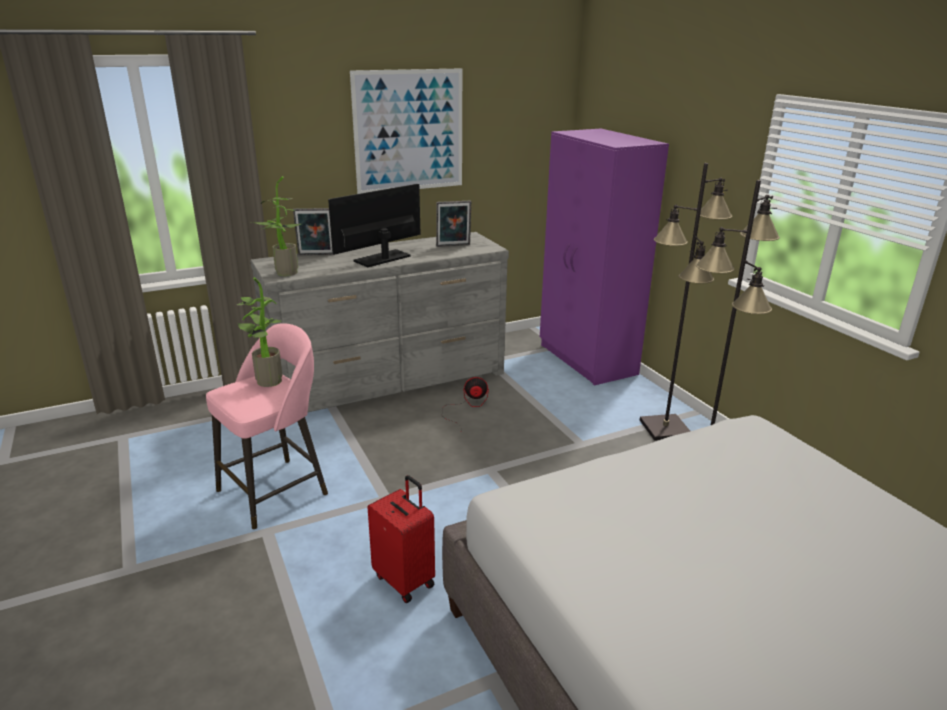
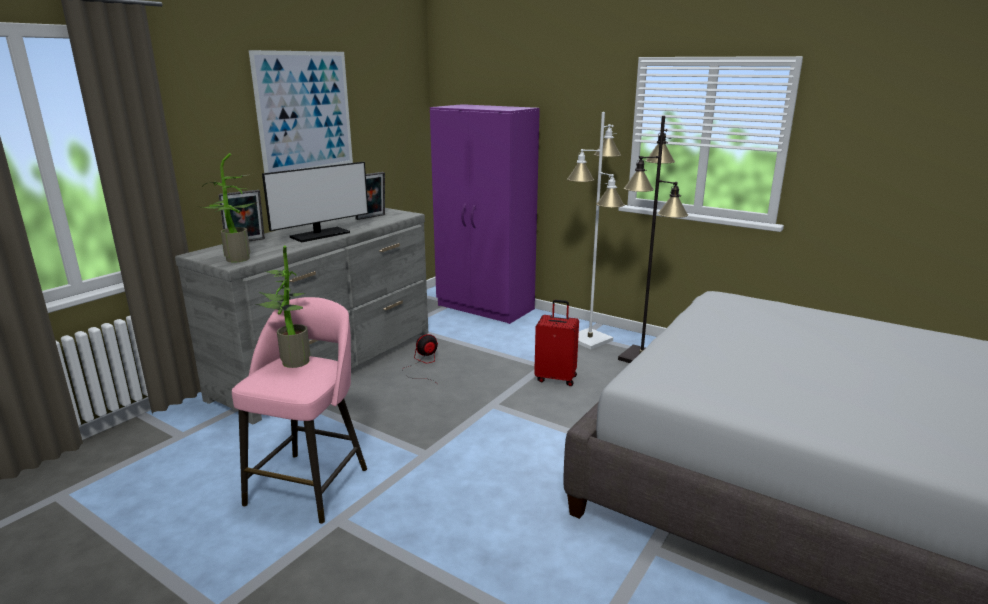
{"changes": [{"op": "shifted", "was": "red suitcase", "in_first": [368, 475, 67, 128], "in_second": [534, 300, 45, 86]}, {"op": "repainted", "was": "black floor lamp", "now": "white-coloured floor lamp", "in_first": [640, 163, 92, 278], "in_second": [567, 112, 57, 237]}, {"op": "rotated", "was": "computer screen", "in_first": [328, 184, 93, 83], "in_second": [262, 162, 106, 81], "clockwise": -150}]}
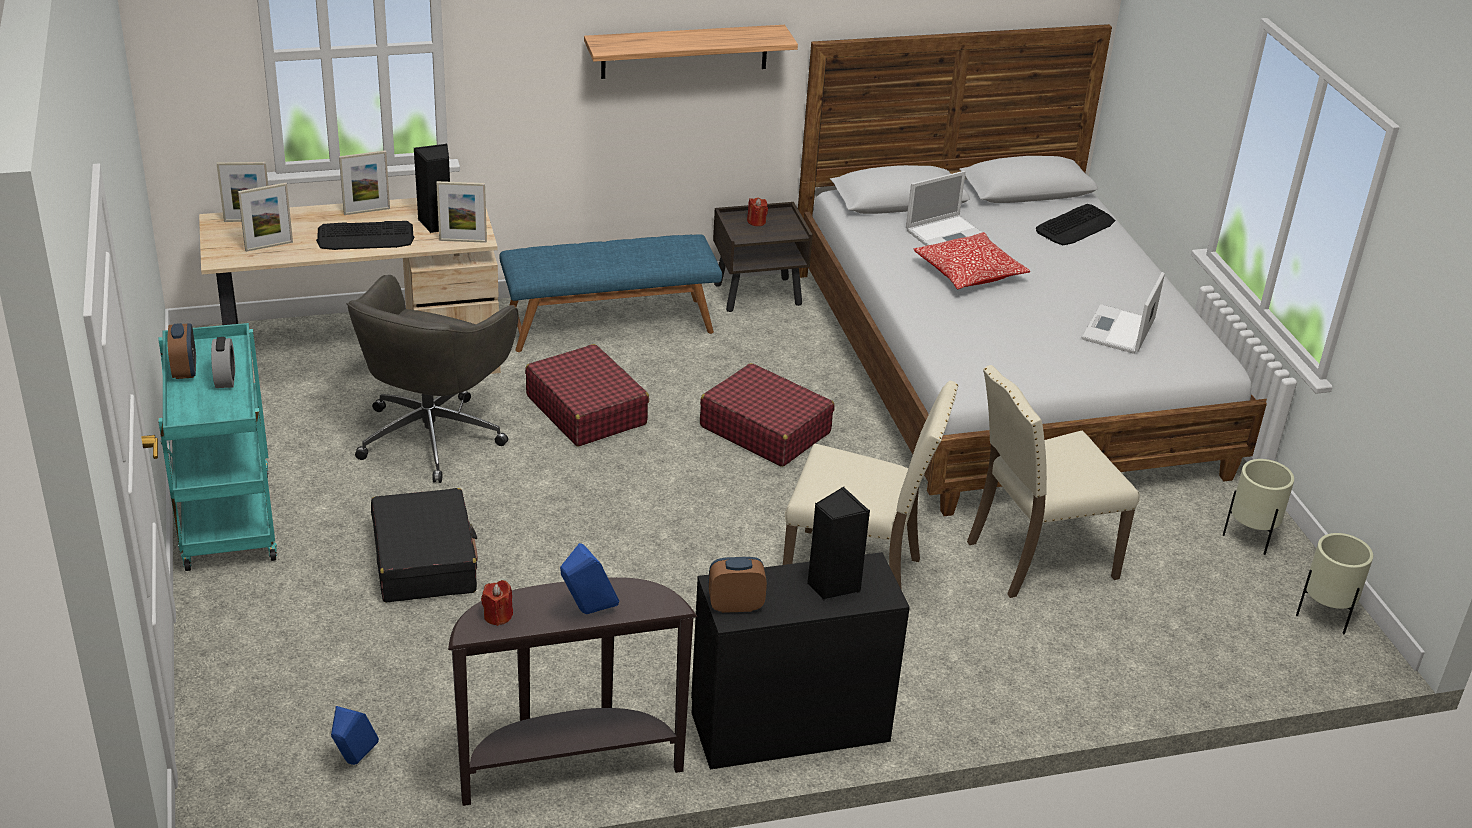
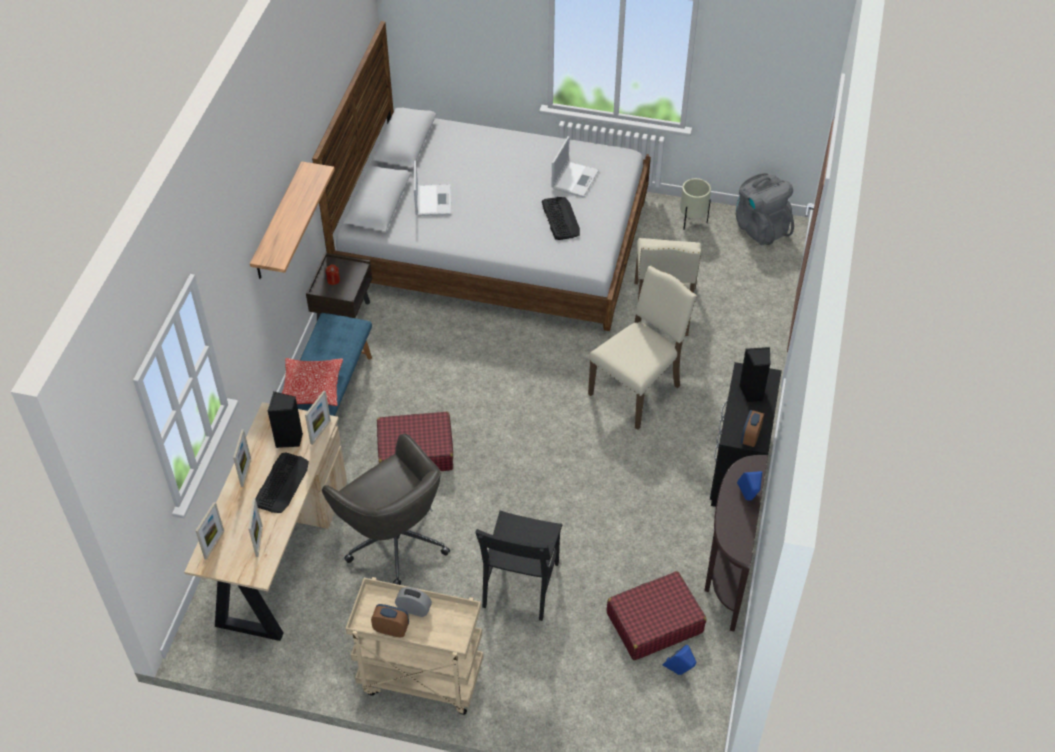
{"changes": [{"op": "gone", "was": "red candle", "in_first": [481, 580, 32, 46]}, {"op": "shifted", "was": "red suitcase", "in_first": [700, 363, 135, 104], "in_second": [607, 571, 99, 89]}, {"op": "shifted", "was": "throw pillow", "in_first": [914, 232, 116, 57], "in_second": [282, 358, 61, 48]}, {"op": "shifted", "was": "PC keyboard", "in_first": [1036, 204, 79, 41], "in_second": [542, 197, 38, 43]}, {"op": "swapped", "was": "black suitcase", "now": "black upright chair", "in_first": [371, 488, 107, 114], "in_second": [475, 510, 87, 111]}, {"op": "swapped", "was": "sand-coloured planter", "now": "greyish knapsack", "in_first": [1296, 533, 77, 102], "in_second": [736, 173, 58, 72]}, {"op": "repainted", "was": "turquoise-coloured trolley", "now": "sand-coloured trolley", "in_first": [158, 323, 119, 248], "in_second": [345, 577, 138, 138]}, {"op": "rotated", "was": "laptop", "in_first": [1082, 272, 83, 82], "in_second": [551, 136, 48, 61], "clockwise": -120}]}
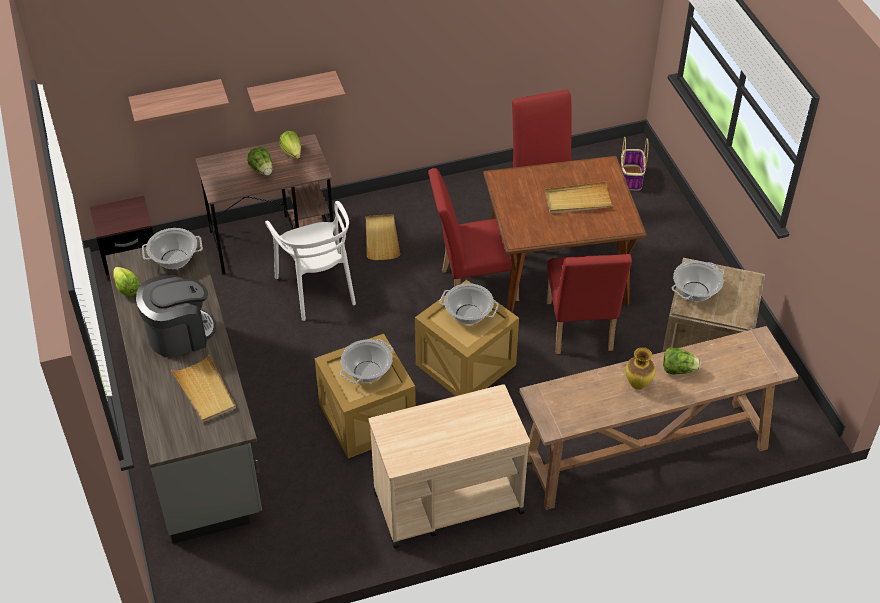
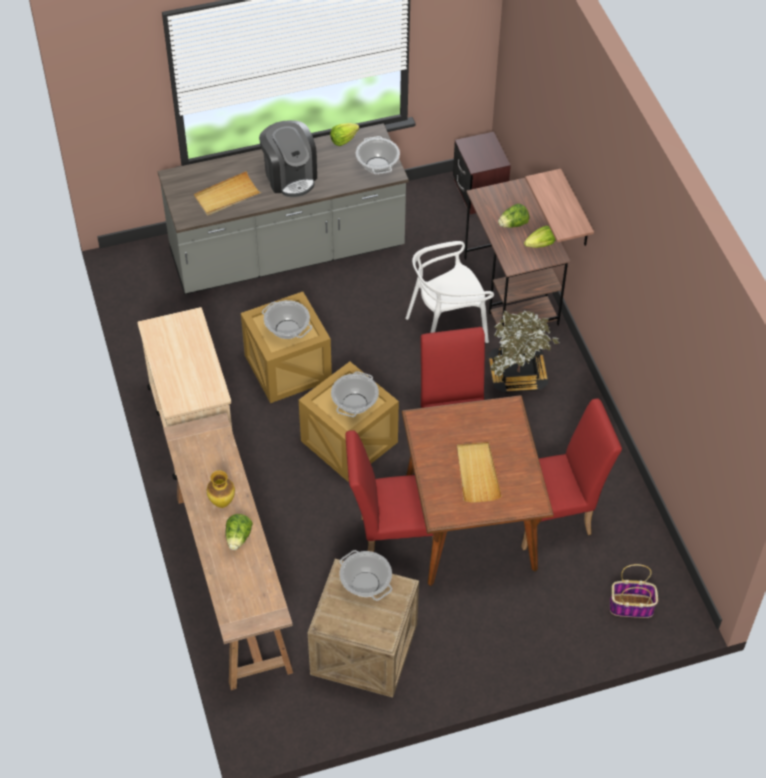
{"changes": [{"op": "gone", "was": "wall shelf", "in_first": [128, 79, 101, 45]}, {"op": "swapped", "was": "sand-coloured serving tray", "now": "potted plant", "in_first": [366, 214, 34, 46], "in_second": [488, 310, 71, 83]}]}
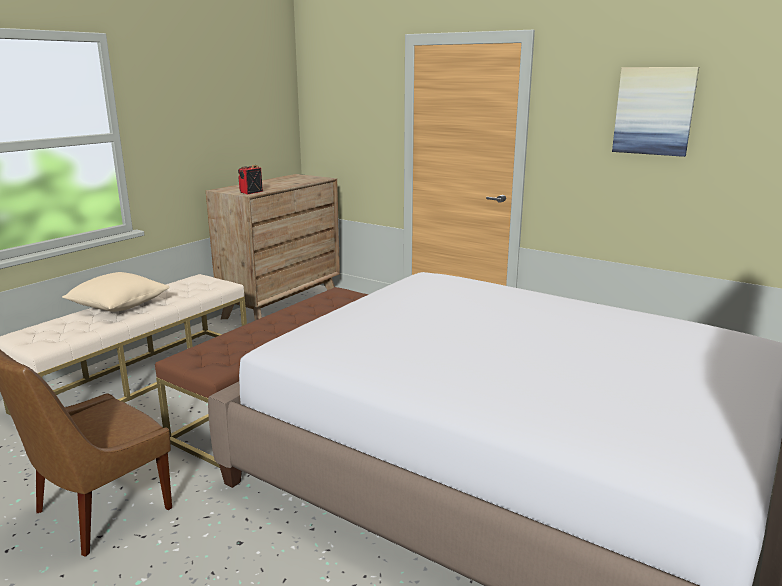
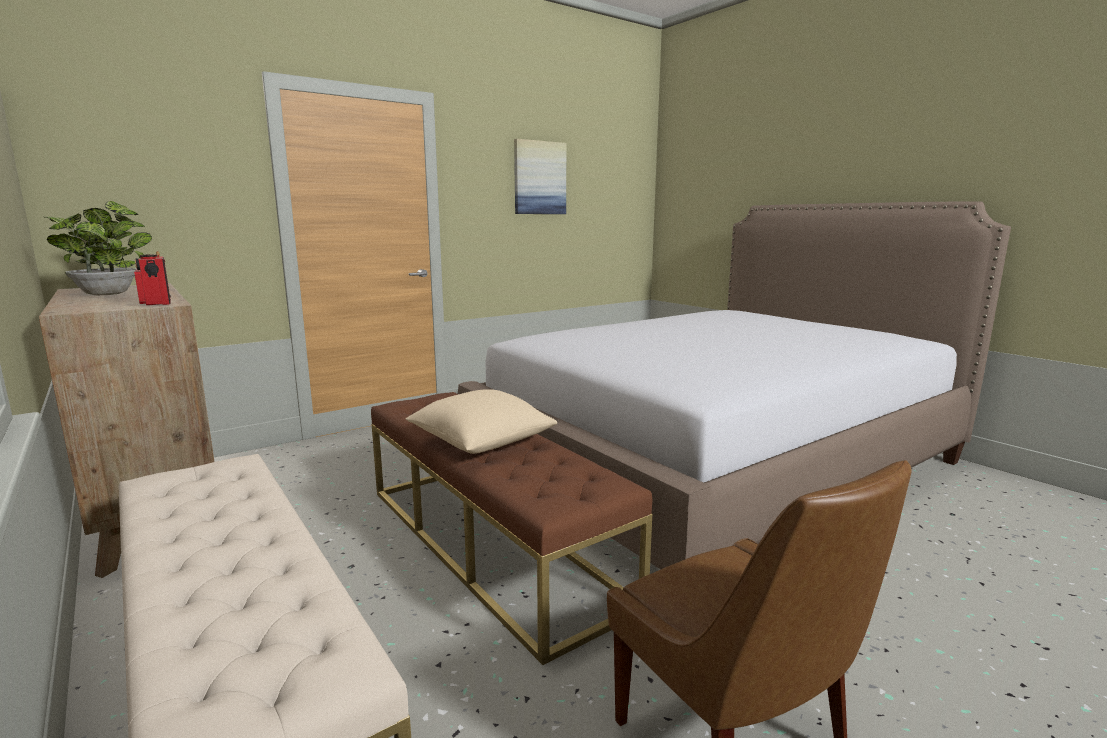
{"changes": [{"op": "new", "now": "potted plant", "in_second": [45, 201, 107, 94]}, {"op": "shifted", "was": "sand-coloured throw pillow", "in_first": [62, 272, 107, 40], "in_second": [406, 389, 151, 65]}]}
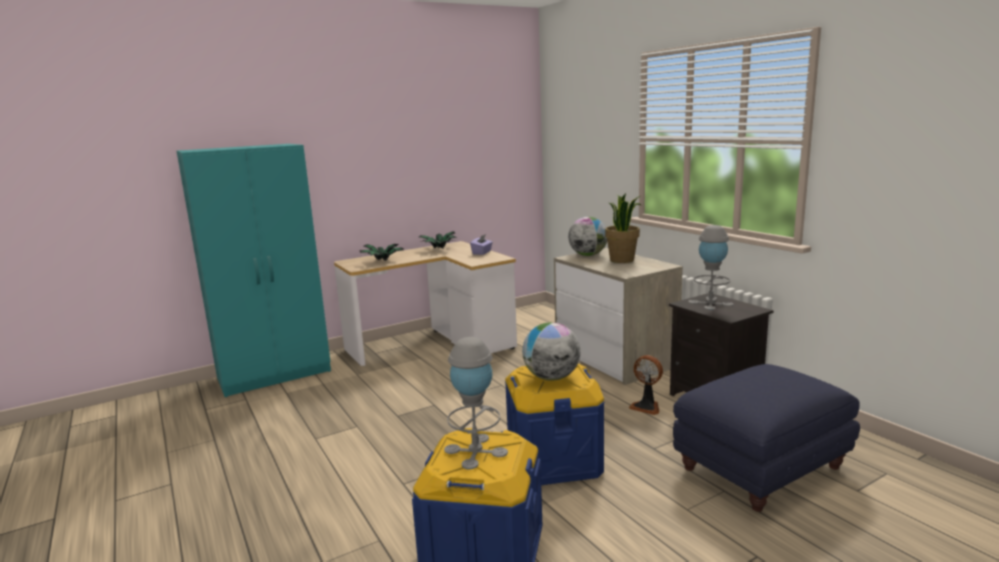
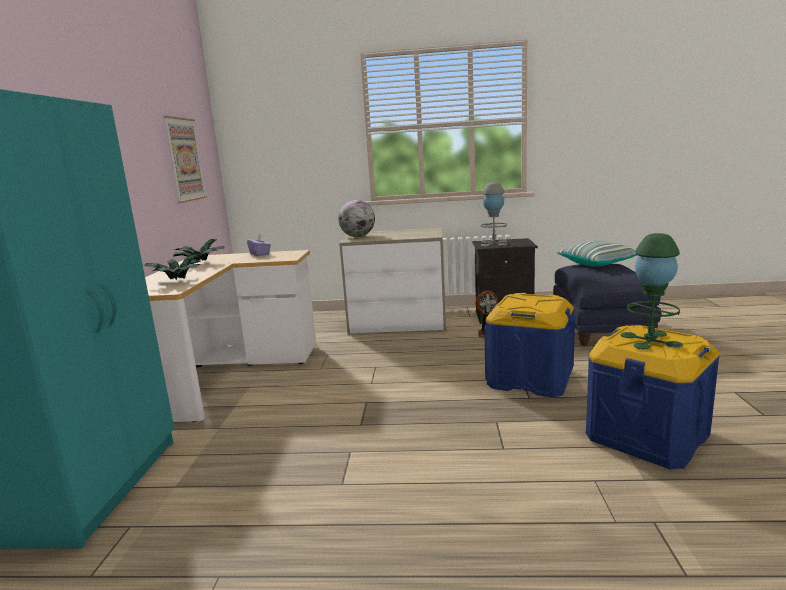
{"changes": [{"op": "gone", "was": "world globe", "in_first": [522, 322, 58, 59]}, {"op": "gone", "was": "potted plant", "in_first": [605, 193, 36, 70]}, {"op": "new", "now": "picture", "in_second": [163, 116, 44, 87]}, {"op": "new", "now": "throw pillow", "in_second": [557, 241, 80, 26]}, {"op": "repainted", "was": "greyish lamp for a table", "now": "greenish lamp for a table", "in_first": [444, 337, 64, 132], "in_second": [621, 233, 62, 116]}]}
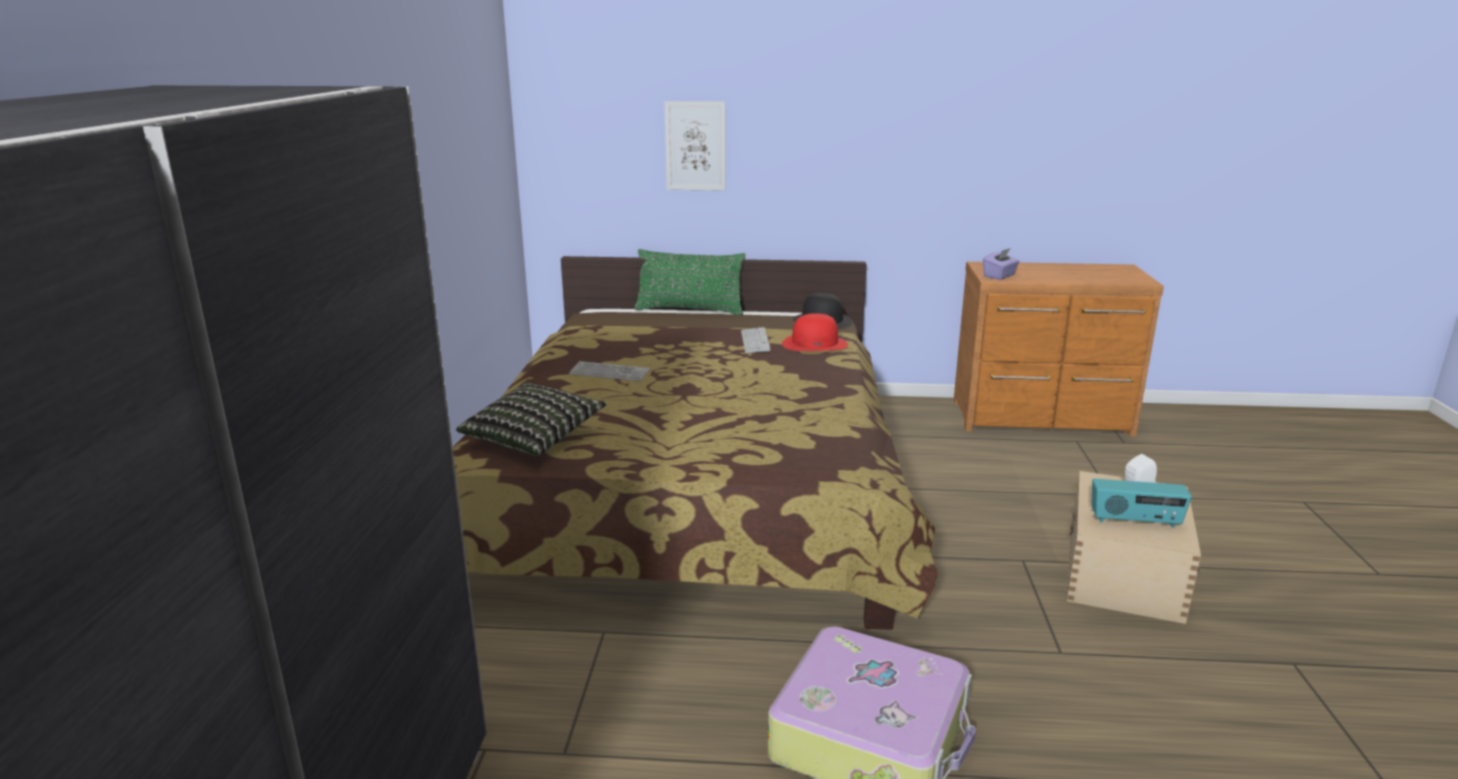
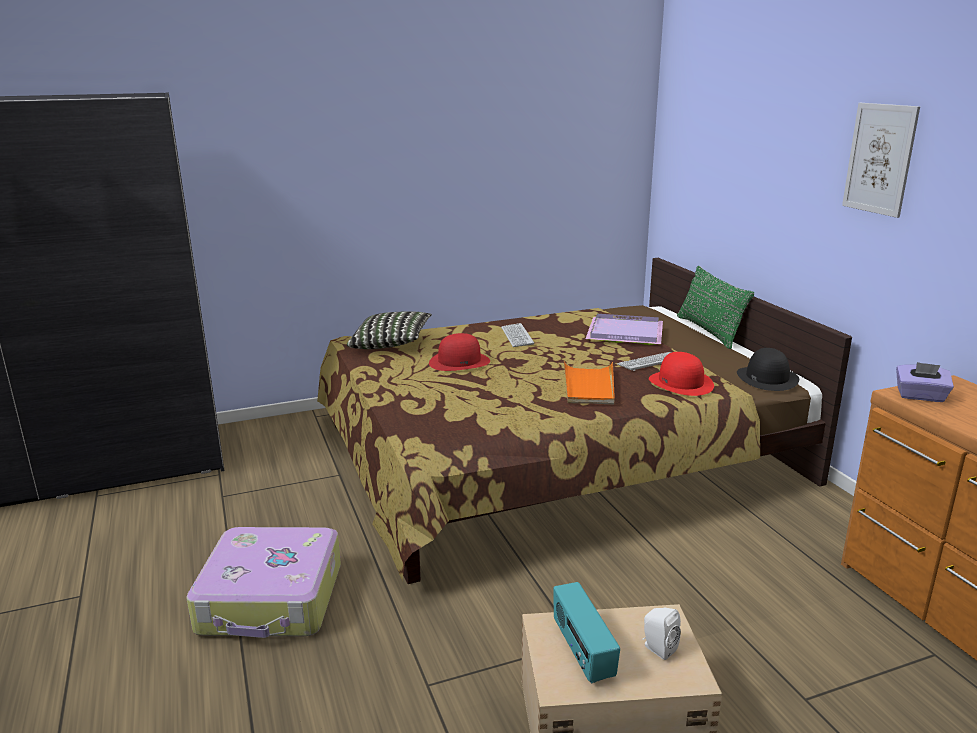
{"changes": [{"op": "new", "now": "red wearable hat", "in_second": [429, 333, 61, 38]}, {"op": "new", "now": "orange-coloured serving tray", "in_second": [564, 361, 51, 44]}, {"op": "new", "now": "purple-coloured serving tray", "in_second": [586, 314, 77, 31]}, {"op": "shifted", "was": "picture", "in_first": [665, 101, 61, 90], "in_second": [842, 103, 78, 115]}]}
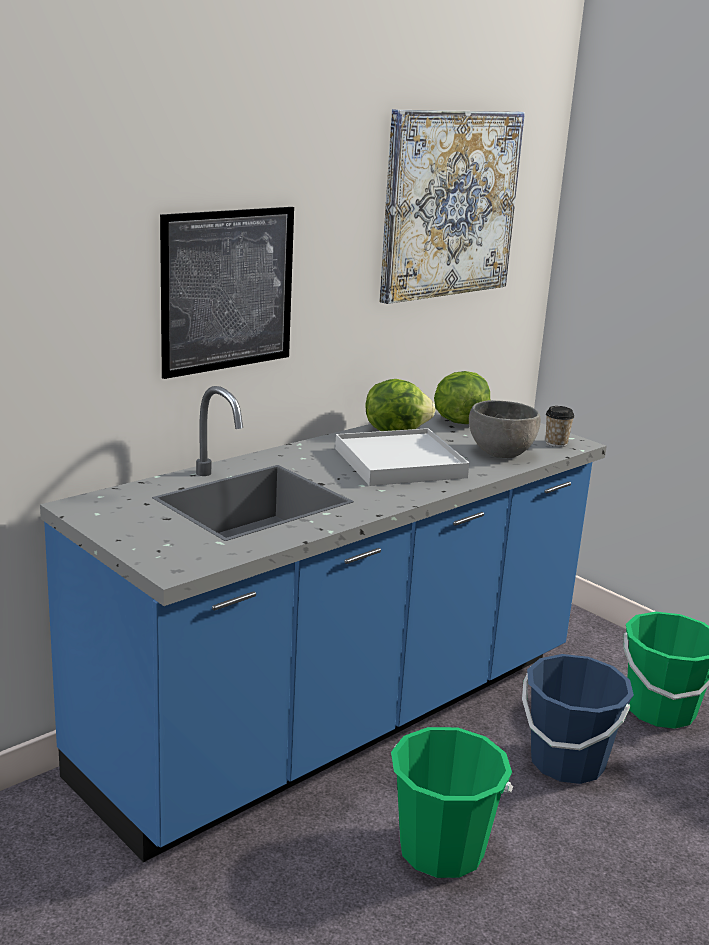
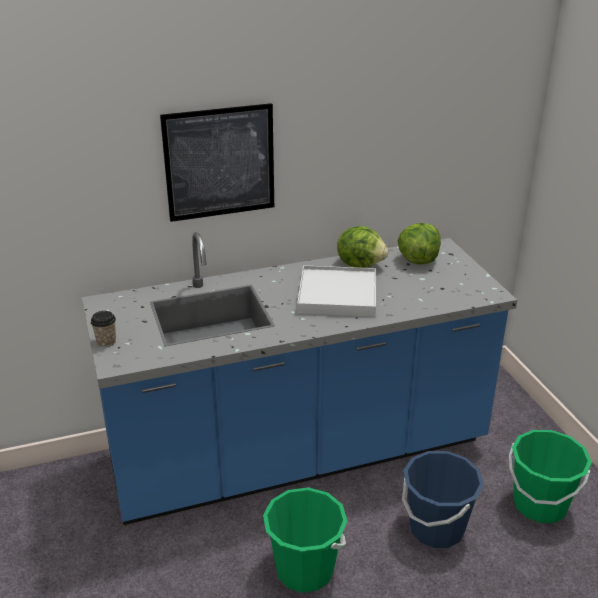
{"changes": [{"op": "gone", "was": "picture", "in_first": [379, 109, 146, 195]}, {"op": "gone", "was": "greyish bowl", "in_first": [469, 400, 72, 58]}, {"op": "shifted", "was": "cup", "in_first": [545, 406, 29, 41], "in_second": [91, 311, 25, 36]}]}
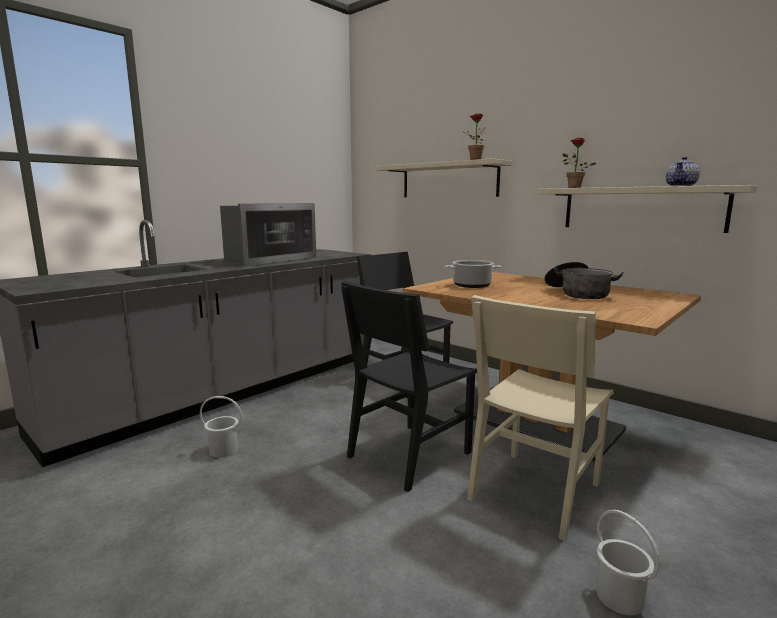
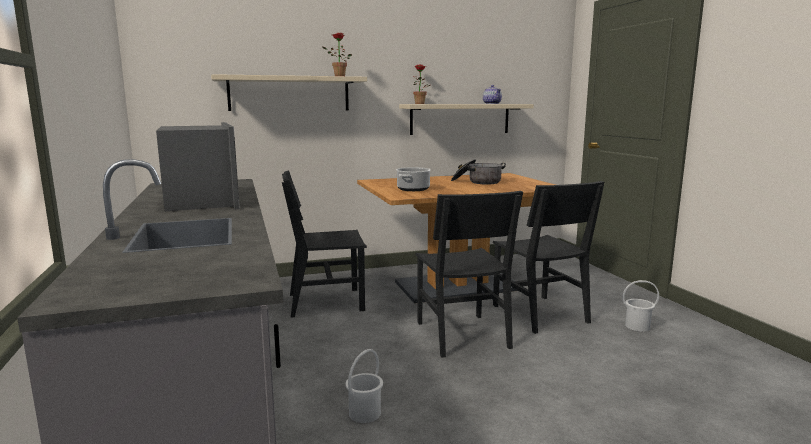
{"changes": [{"op": "repainted", "was": "sand-coloured upright chair", "now": "black upright chair", "in_first": [467, 295, 147, 246], "in_second": [493, 181, 111, 153]}]}
